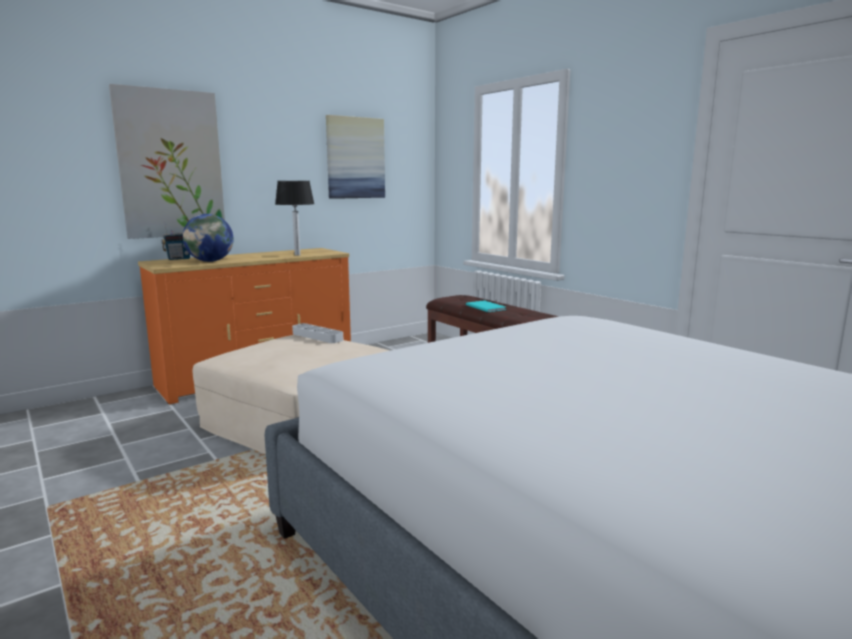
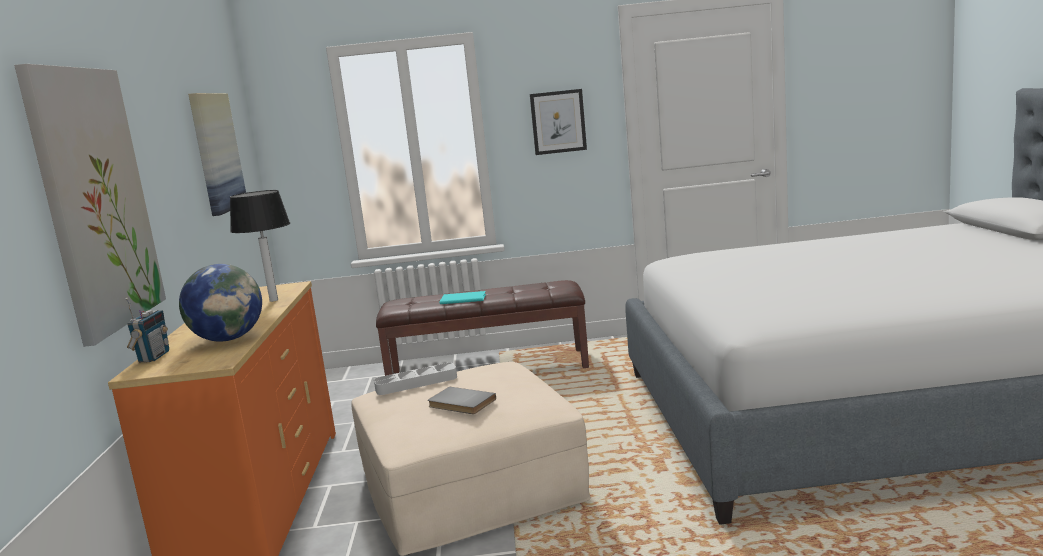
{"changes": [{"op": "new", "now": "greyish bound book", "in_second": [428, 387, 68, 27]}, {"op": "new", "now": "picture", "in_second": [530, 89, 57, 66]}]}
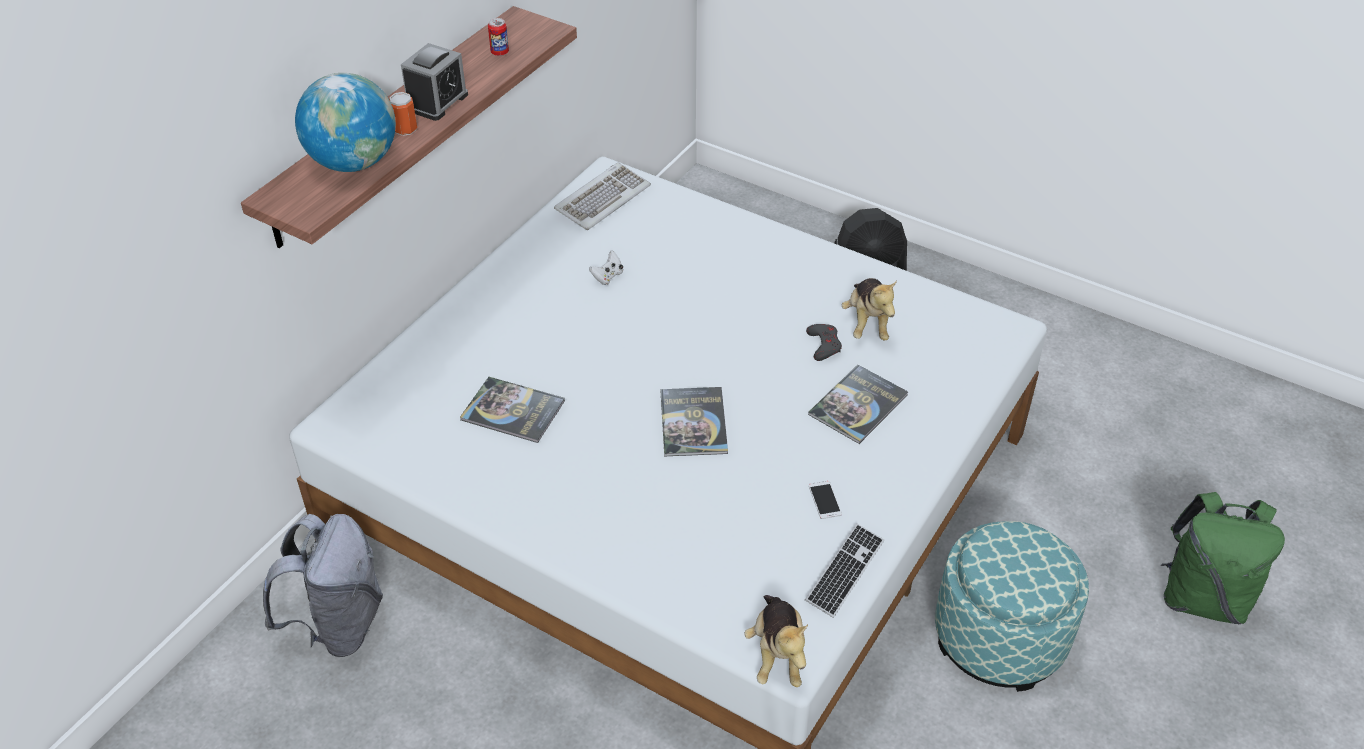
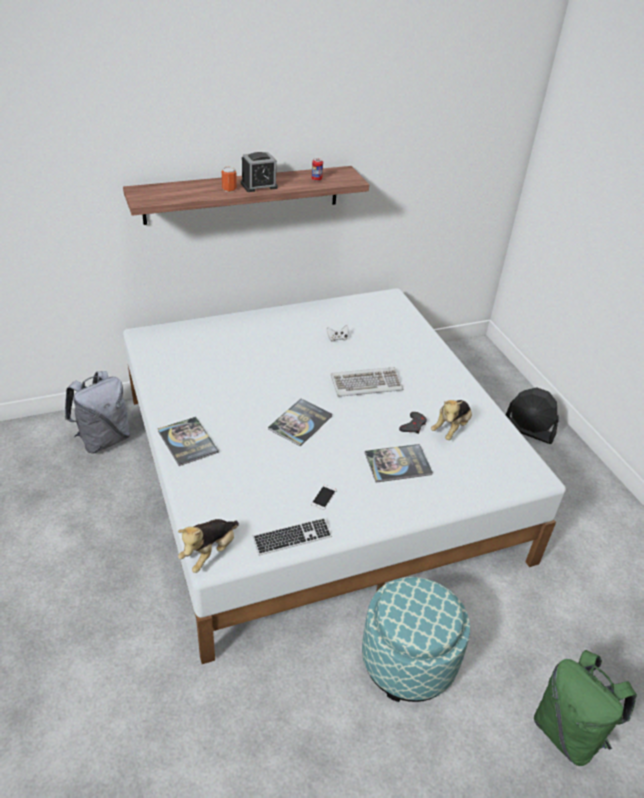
{"changes": [{"op": "gone", "was": "world globe", "in_first": [295, 73, 101, 99]}, {"op": "shifted", "was": "bound book", "in_first": [460, 377, 105, 66], "in_second": [158, 417, 61, 49]}, {"op": "shifted", "was": "PC keyboard", "in_first": [554, 162, 97, 68], "in_second": [331, 367, 72, 30]}]}
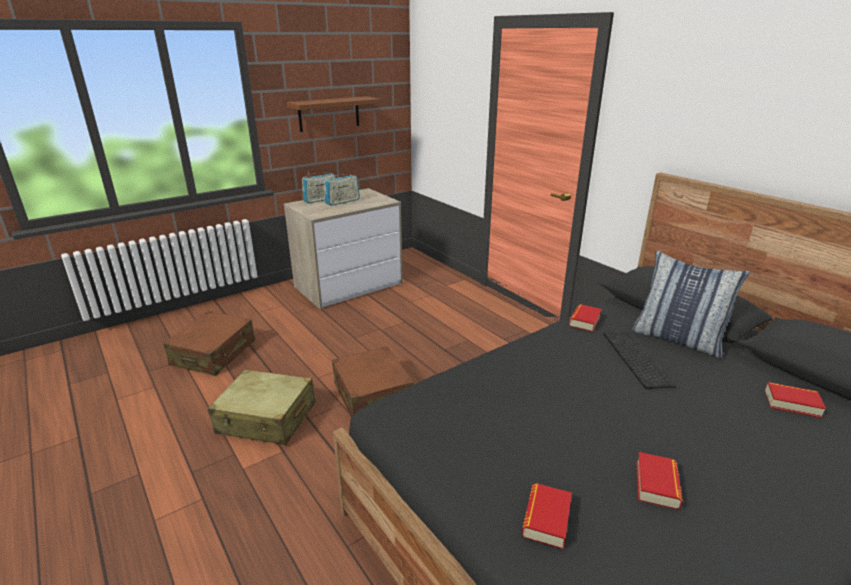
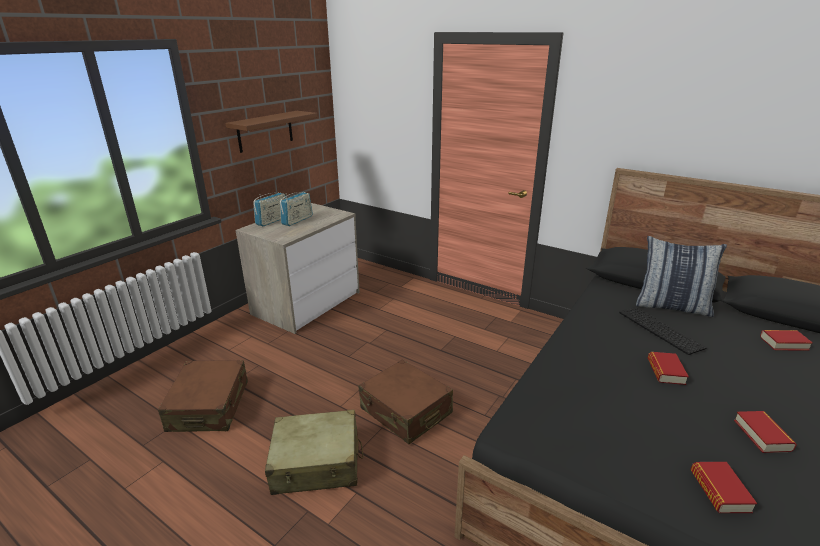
{"changes": [{"op": "shifted", "was": "bound book", "in_first": [569, 304, 33, 28], "in_second": [648, 352, 41, 33]}]}
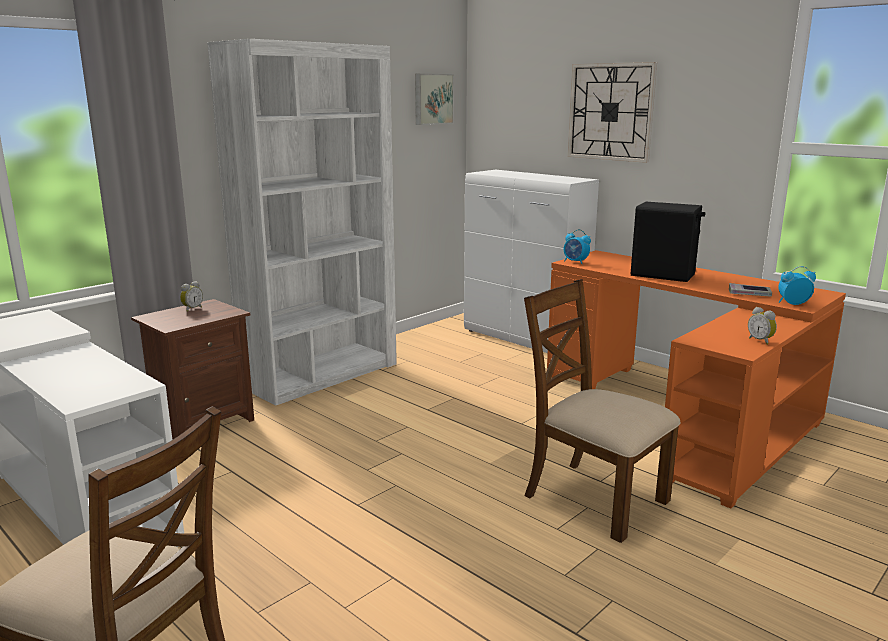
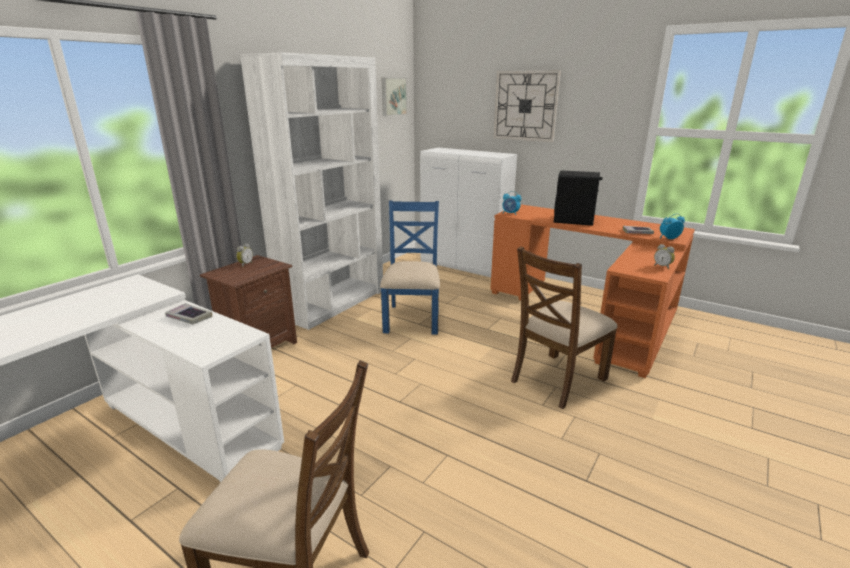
{"changes": [{"op": "new", "now": "bound book", "in_second": [165, 303, 48, 21]}, {"op": "new", "now": "bluish upright chair", "in_second": [380, 200, 60, 135]}, {"op": "rotated", "was": "brown-coloured upright chair", "in_first": [524, 279, 157, 264], "in_second": [511, 246, 106, 163], "clockwise": -75}]}
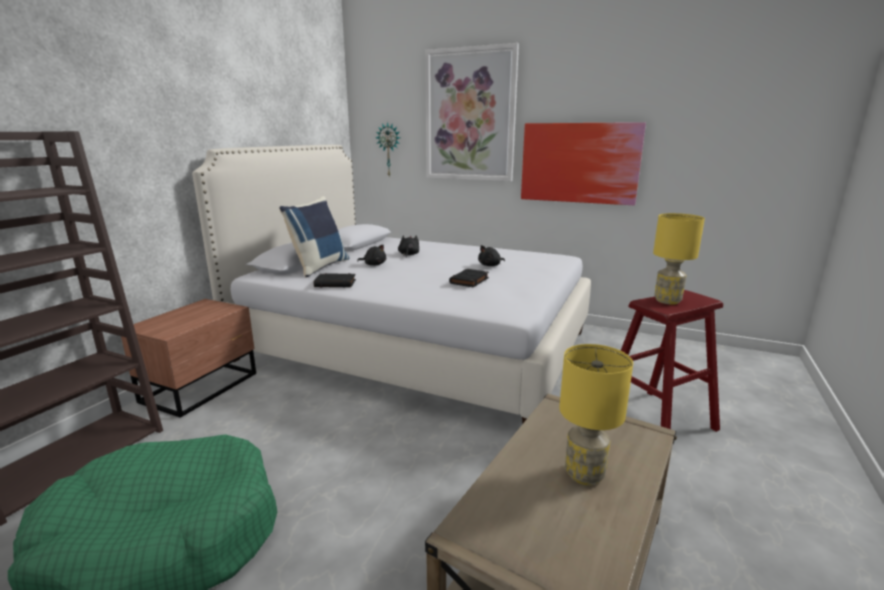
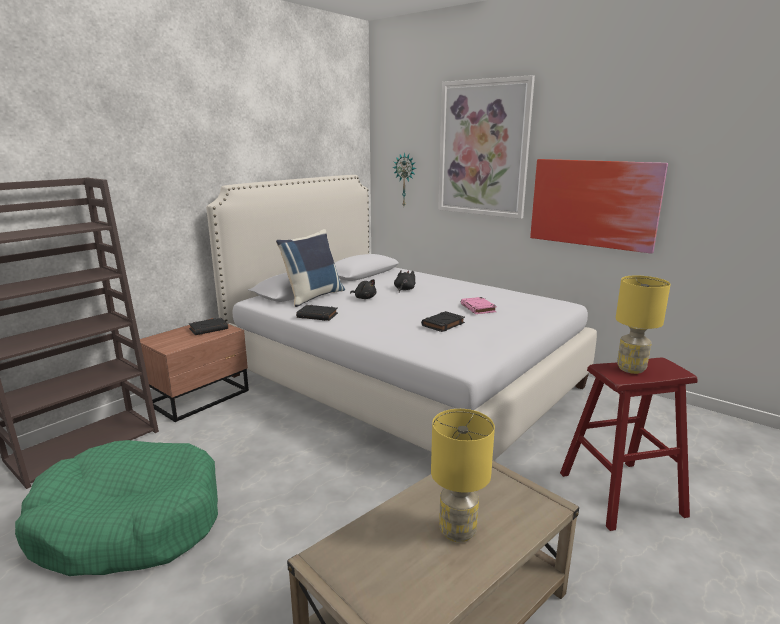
{"changes": [{"op": "new", "now": "black bound book", "in_second": [189, 317, 39, 18]}, {"op": "swapped", "was": "black cuddly toy", "now": "pink-coloured bound book", "in_first": [478, 245, 27, 21], "in_second": [461, 297, 36, 17]}]}
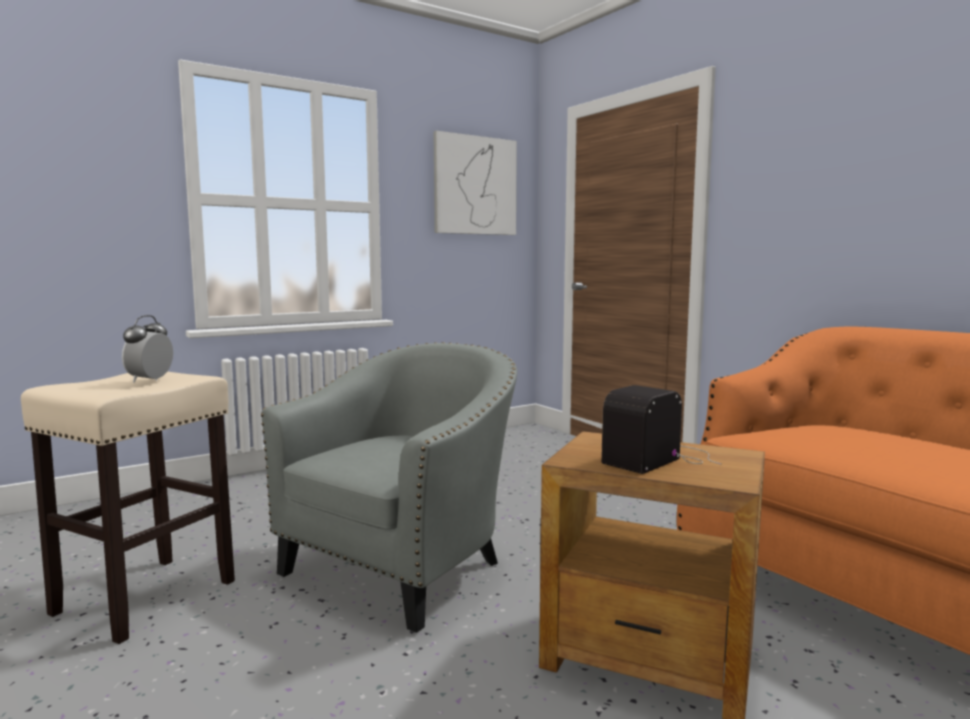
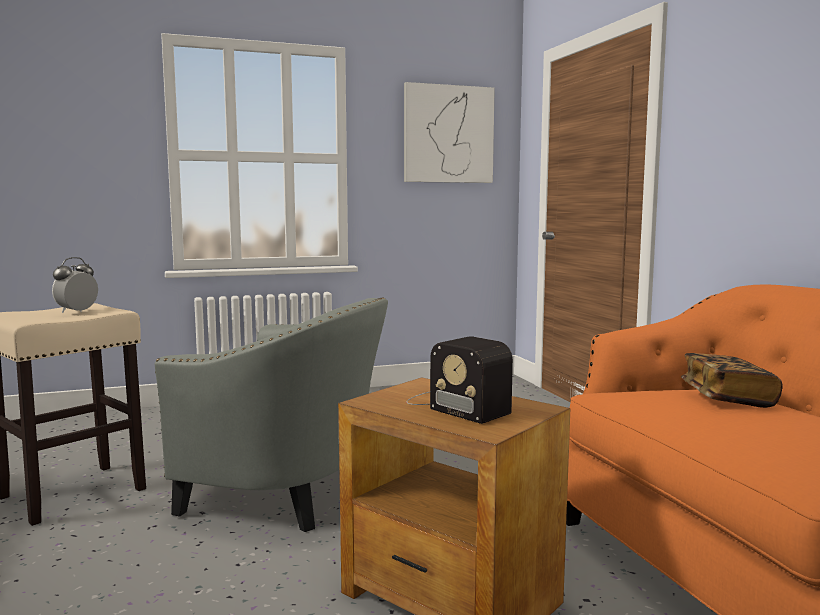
{"changes": [{"op": "new", "now": "bound book", "in_second": [681, 353, 102, 55]}, {"op": "rotated", "was": "greyish lounge chair", "in_first": [261, 342, 256, 291], "in_second": [155, 298, 233, 234], "clockwise": 60}, {"op": "rotated", "was": "radio", "in_first": [601, 385, 121, 89], "in_second": [407, 336, 106, 88], "clockwise": -105}]}
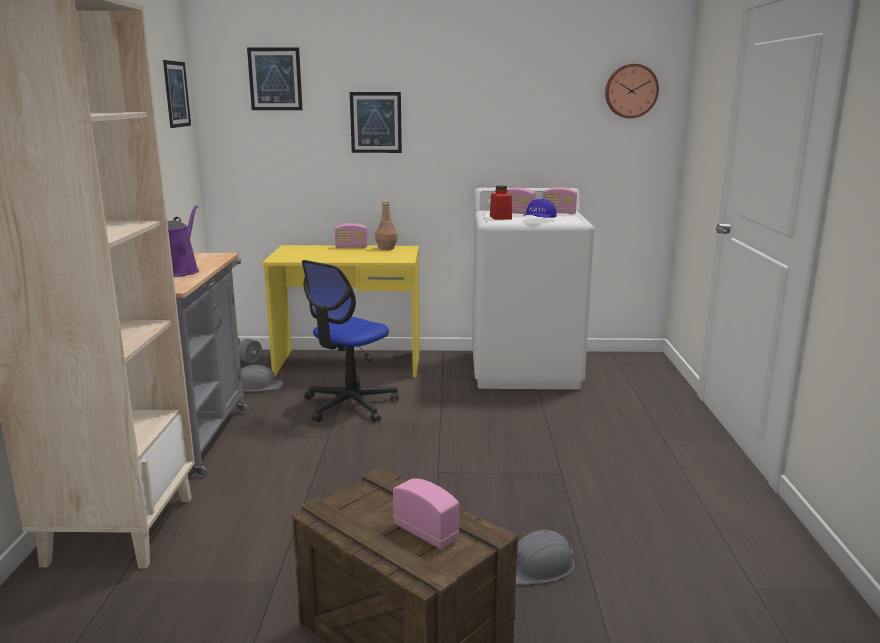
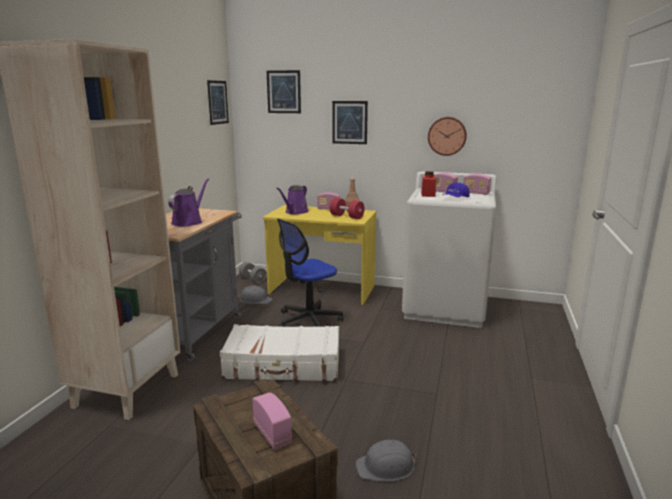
{"changes": [{"op": "new", "now": "white-coloured suitcase", "in_second": [220, 324, 119, 57]}, {"op": "new", "now": "purple-coloured watering pot", "in_second": [276, 185, 33, 29]}, {"op": "new", "now": "red dumbbell", "in_second": [330, 198, 35, 21]}, {"op": "shifted", "was": "wall clock", "in_first": [605, 64, 54, 54], "in_second": [428, 117, 39, 39]}]}
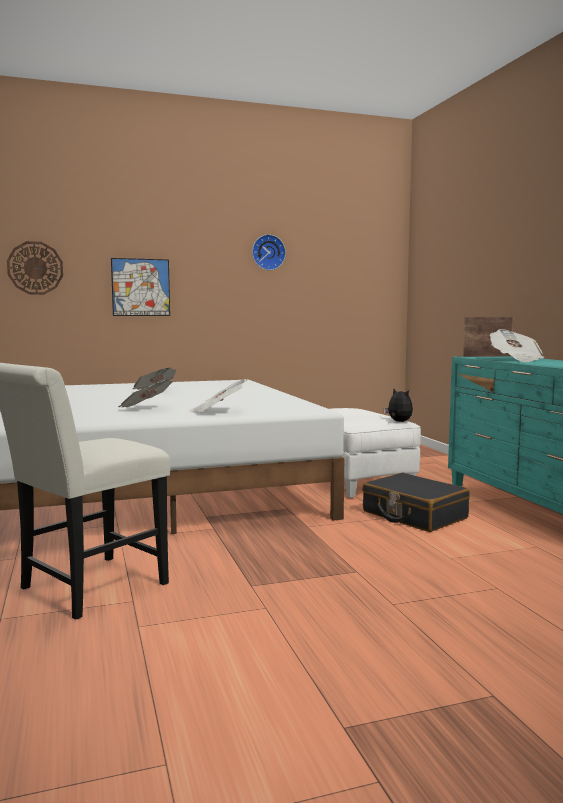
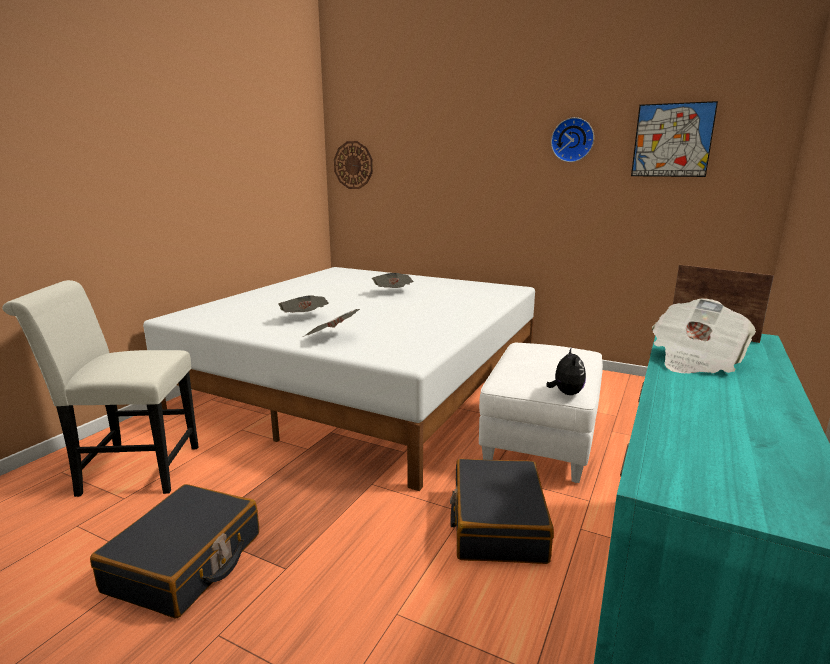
{"changes": [{"op": "new", "now": "black suitcase", "in_second": [90, 484, 169, 135]}, {"op": "shifted", "was": "picture", "in_first": [111, 258, 59, 58], "in_second": [631, 101, 87, 76]}]}
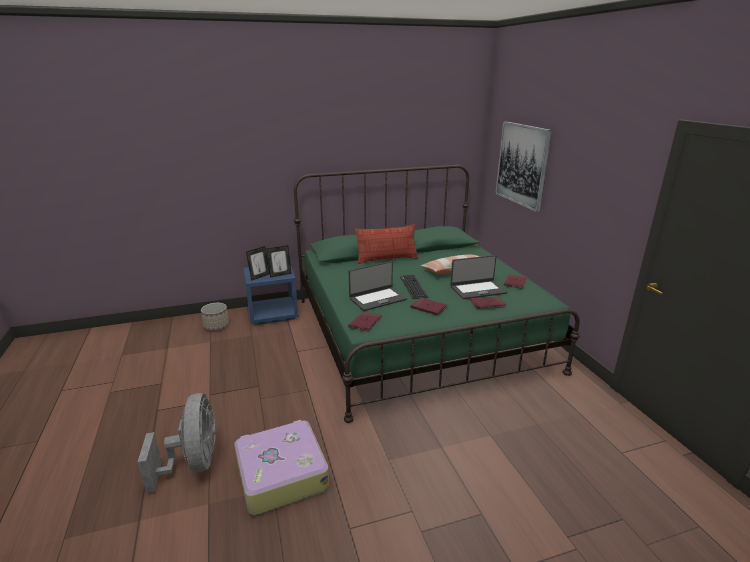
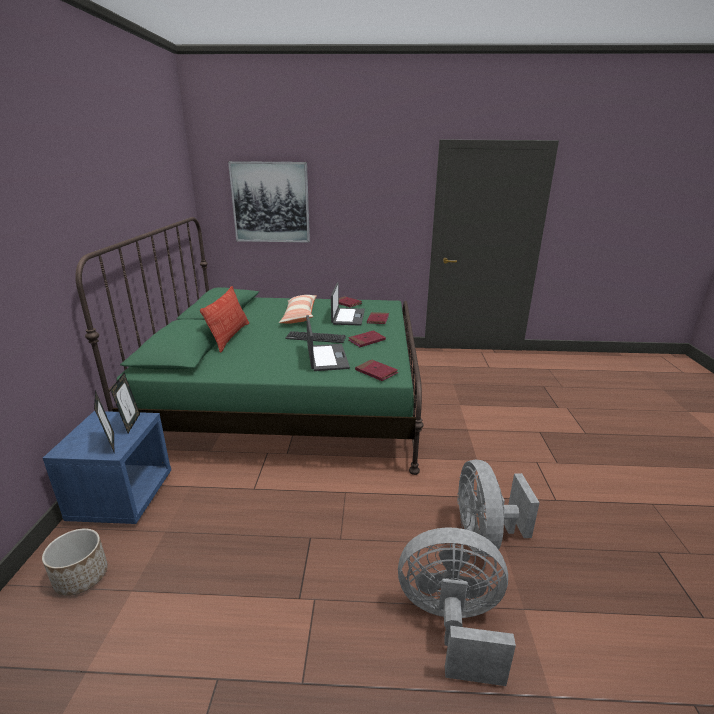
{"changes": [{"op": "swapped", "was": "suitcase", "now": "greyish electric fan", "in_first": [234, 420, 95, 95], "in_second": [457, 459, 83, 96]}]}
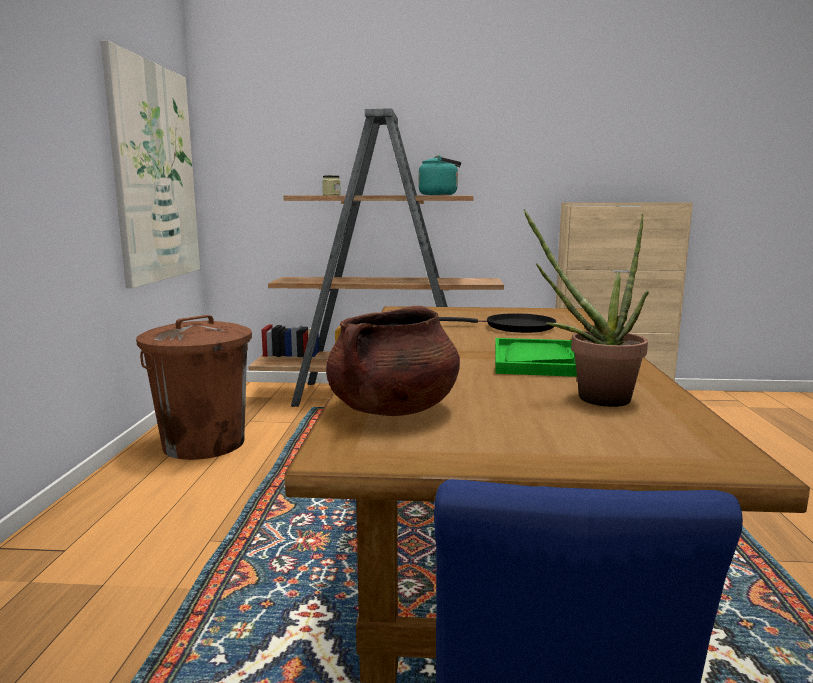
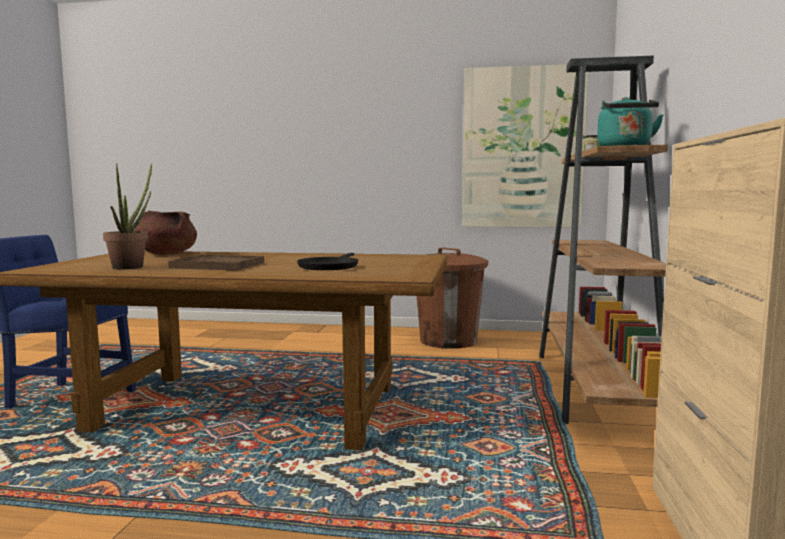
{"changes": [{"op": "repainted", "was": "greenish serving tray", "now": "brown-coloured serving tray", "in_first": [495, 338, 82, 39], "in_second": [168, 254, 96, 16]}]}
